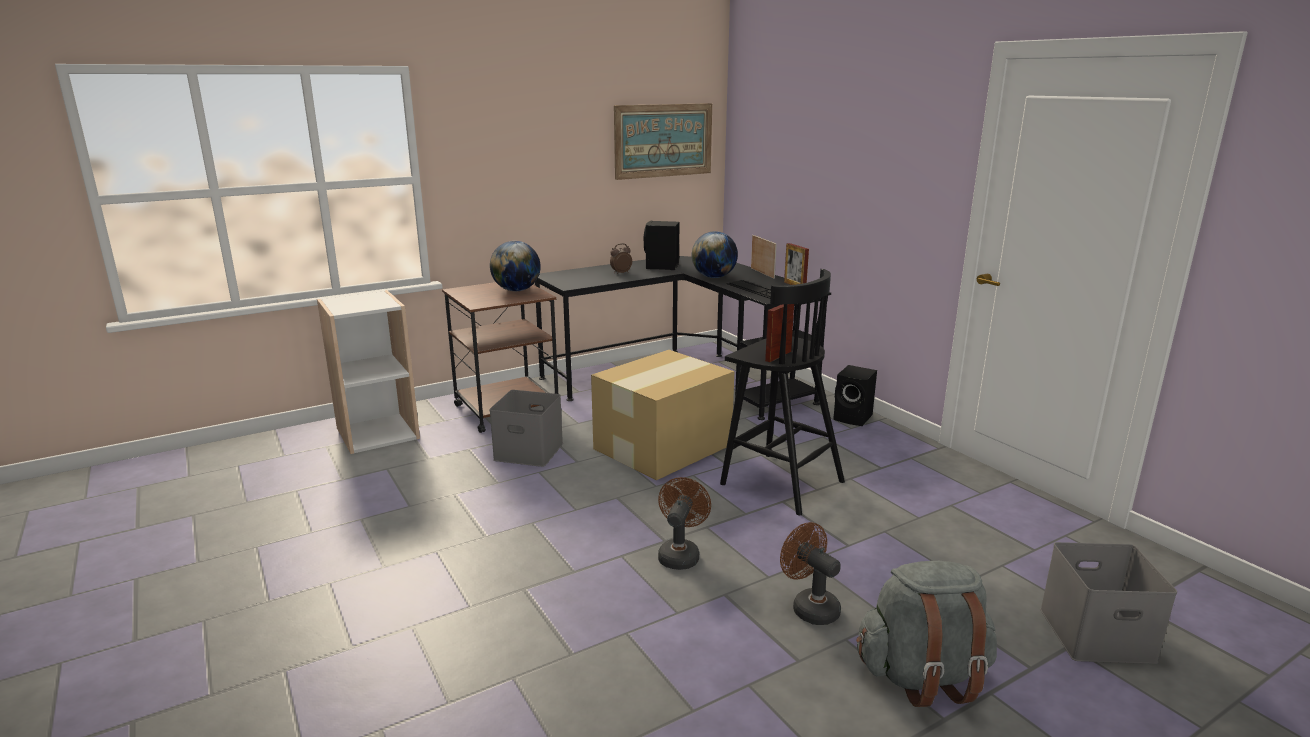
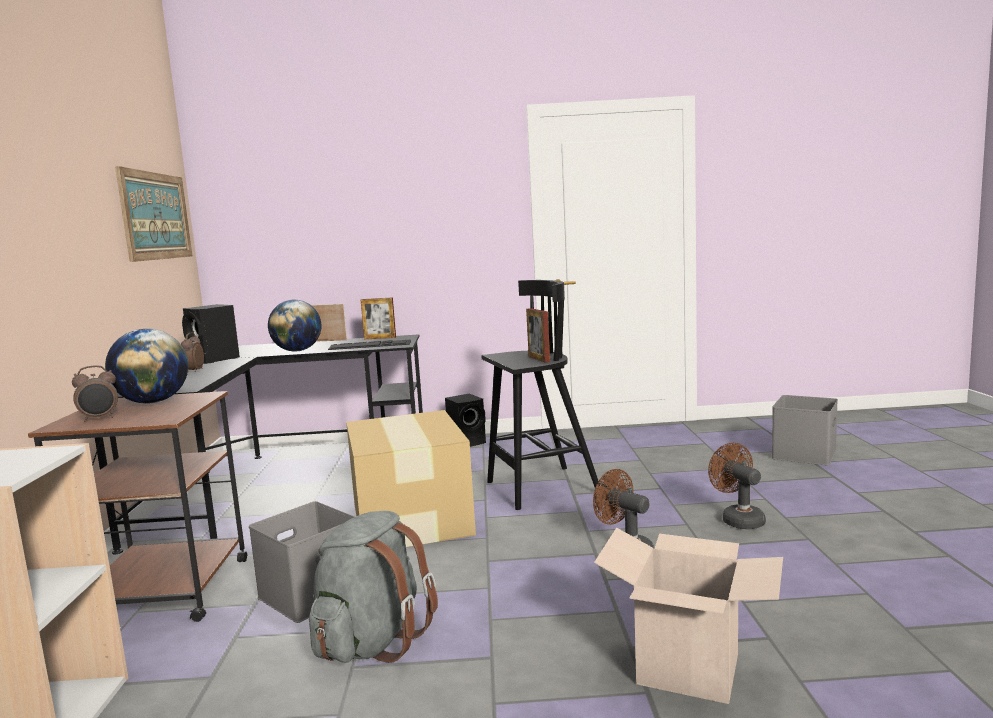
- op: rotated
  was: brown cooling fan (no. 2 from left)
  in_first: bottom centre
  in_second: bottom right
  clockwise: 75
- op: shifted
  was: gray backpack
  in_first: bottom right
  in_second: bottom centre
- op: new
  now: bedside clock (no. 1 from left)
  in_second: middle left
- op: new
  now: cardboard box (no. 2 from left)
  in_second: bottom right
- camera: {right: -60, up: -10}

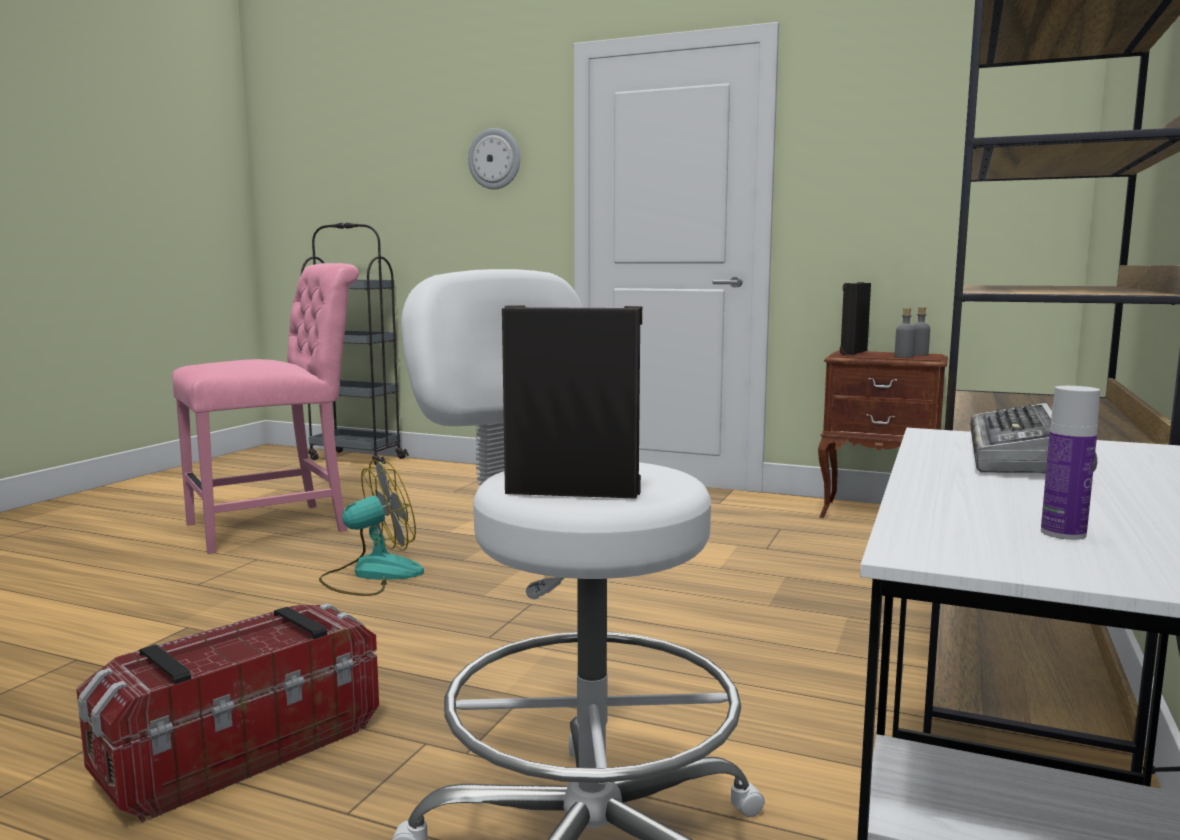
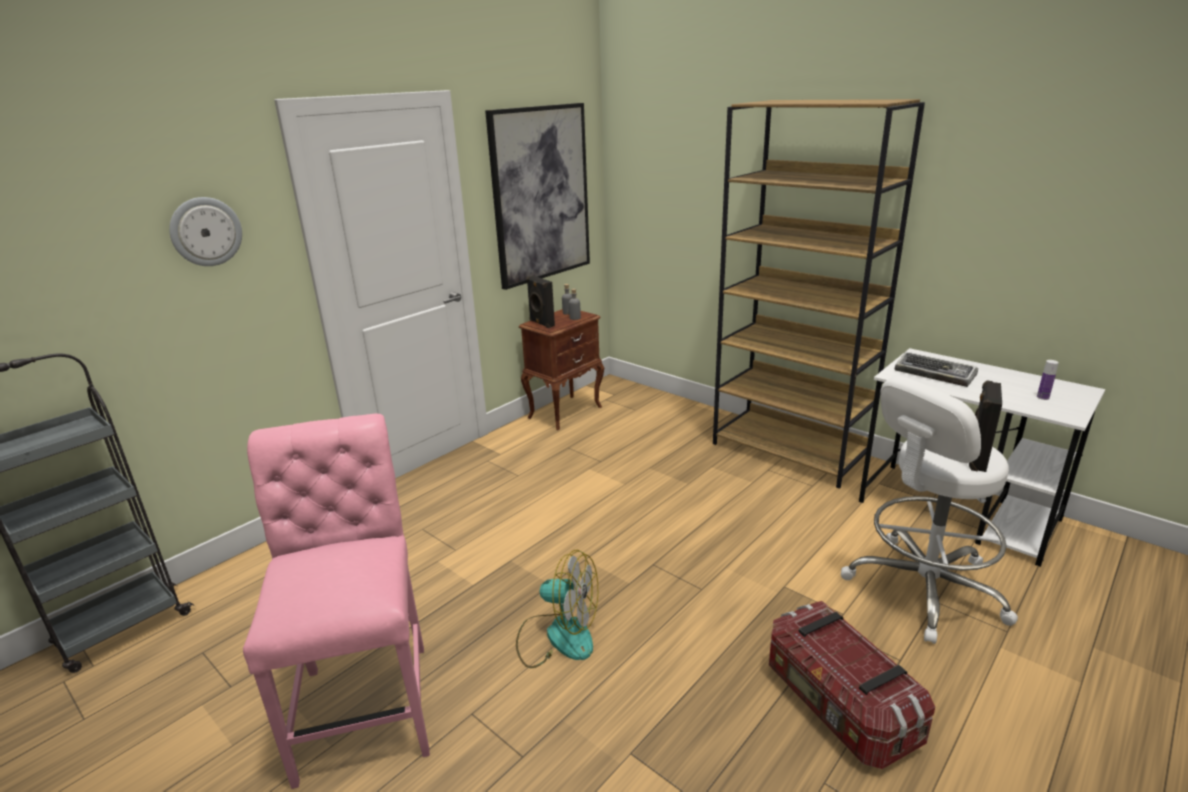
- op: rotated
  was: cooling fan
  in_first: middle left
  in_second: bottom centre
  clockwise: 120
- op: new
  now: wall picture
  in_second: top centre
- camera: {right: -70, up: 15}

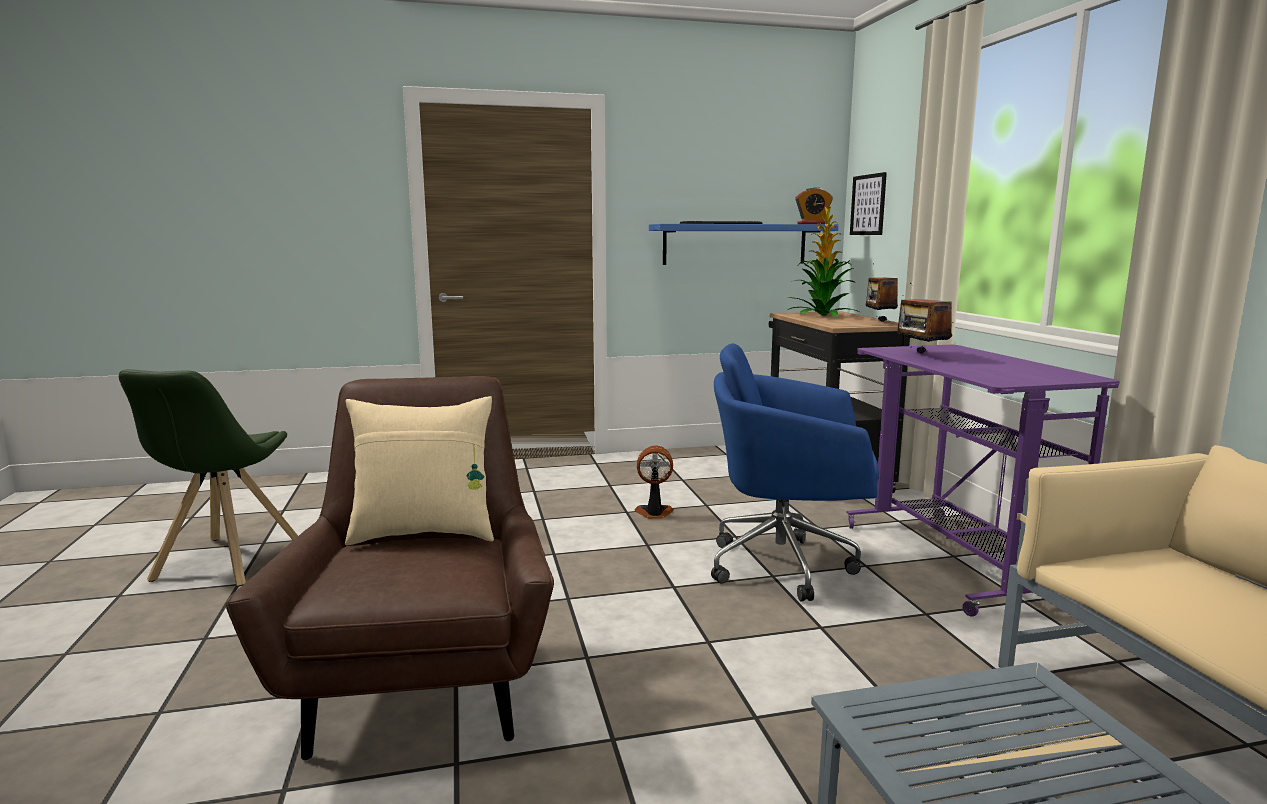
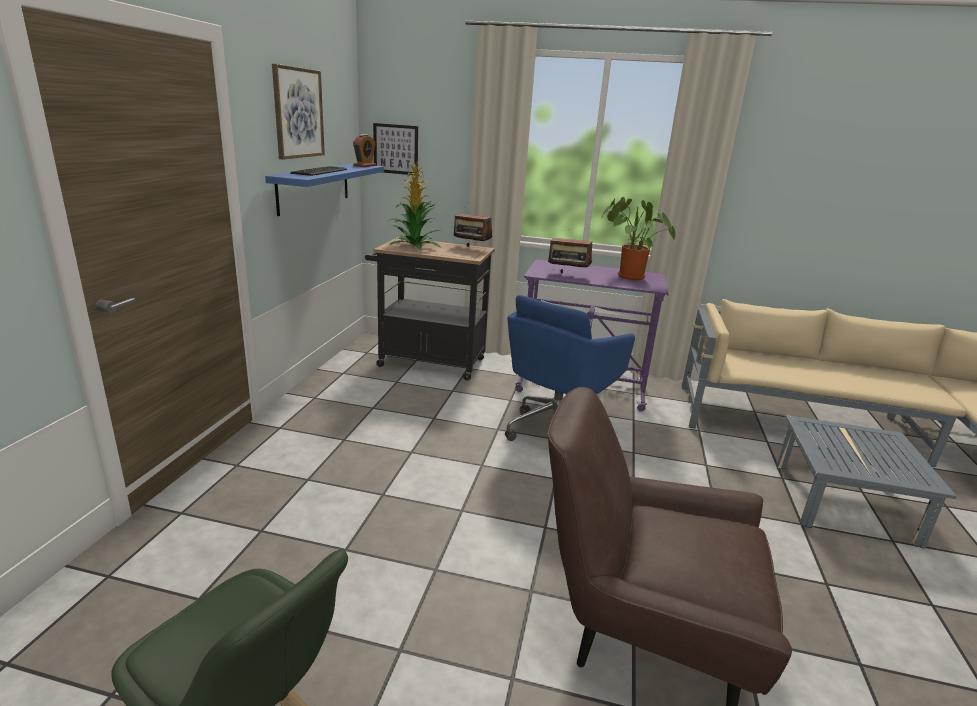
- op: gone
  was: beige-coloured cushion
  in_first: middle left
- op: gone
  was: cooling fan
  in_first: centre
- op: new
  now: wall picture (no. 1 from left)
  in_second: top left
- op: new
  now: houseplant (no. 2 from left)
  in_second: centre
- camera: {right: -65, up: 10}

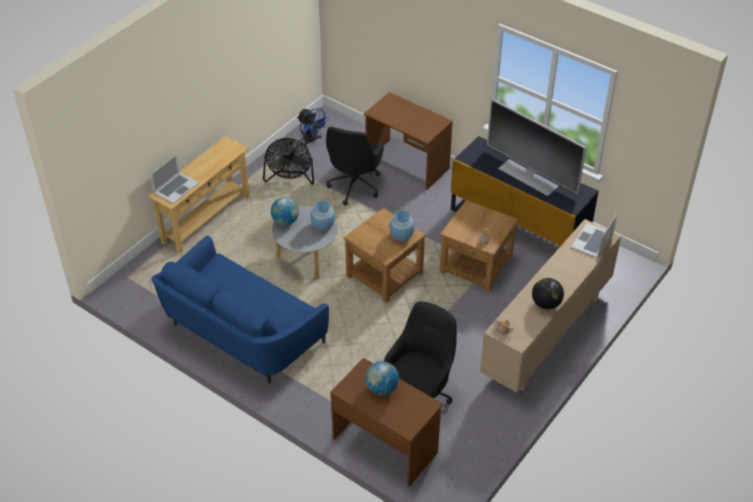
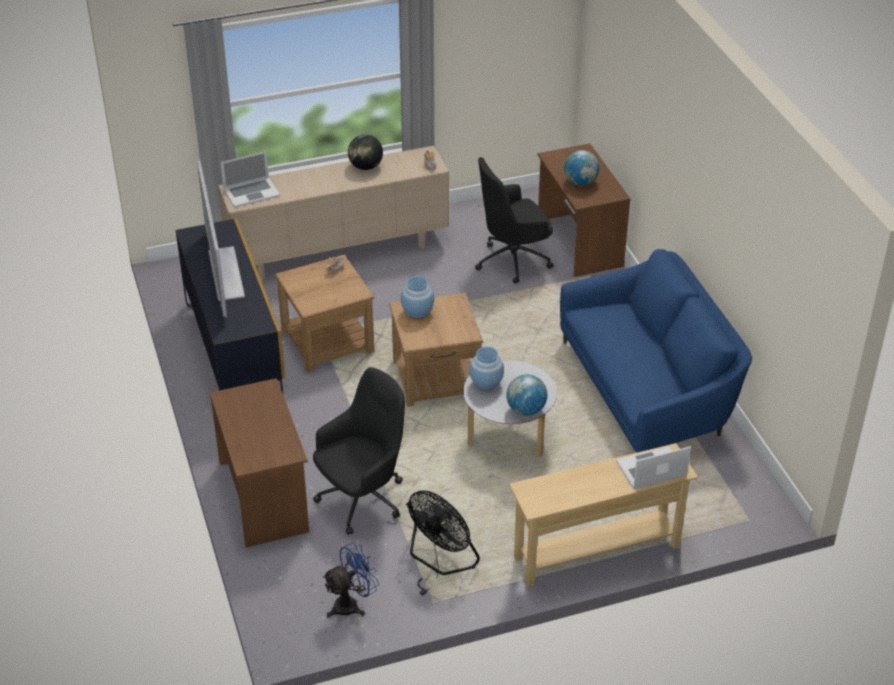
- op: rotated
  was: blue cooling fan
  in_first: top centre
  in_second: bottom centre
  clockwise: 60
- camera: {right: -145, up: -5}

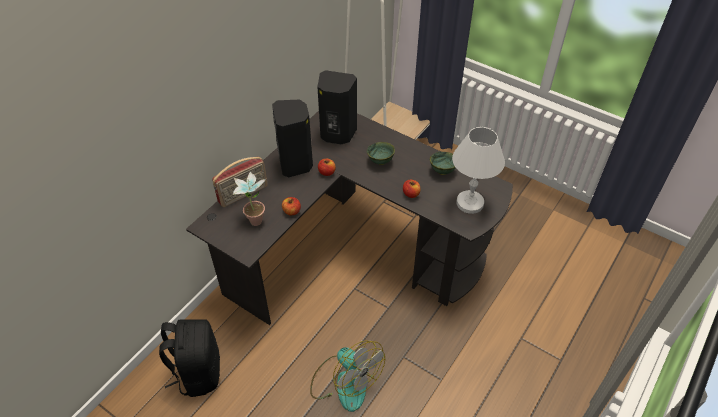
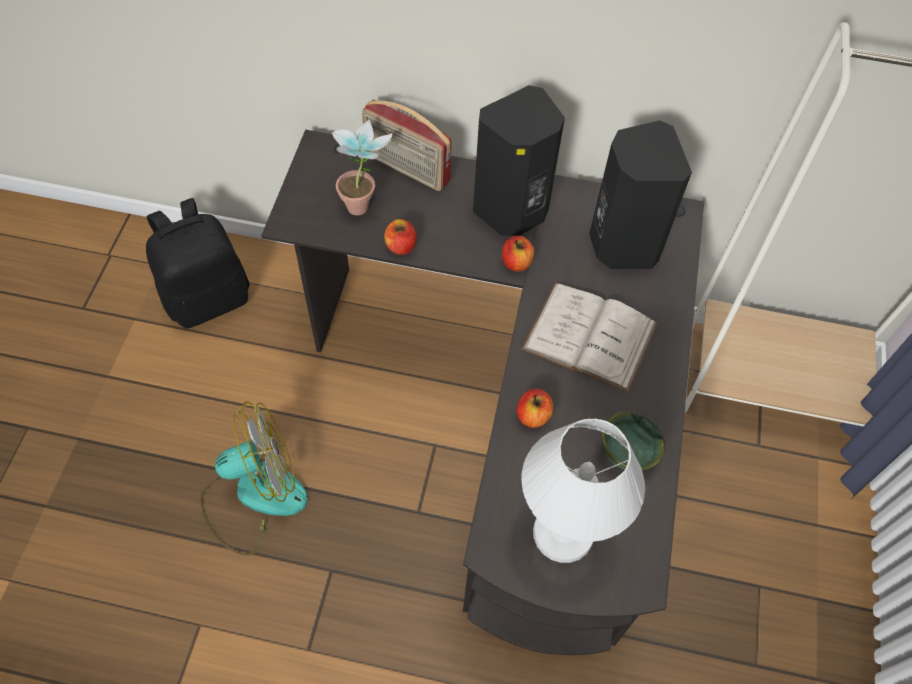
- op: swapped
  was: greenish bowl (no. 1 from left)
  now: white bound book
  in_first: centre
  in_second: centre
- op: rotated
  was: cooling fan
  in_first: bottom centre
  in_second: bottom left
  clockwise: -135
- camera: {right: 65, up: 10}

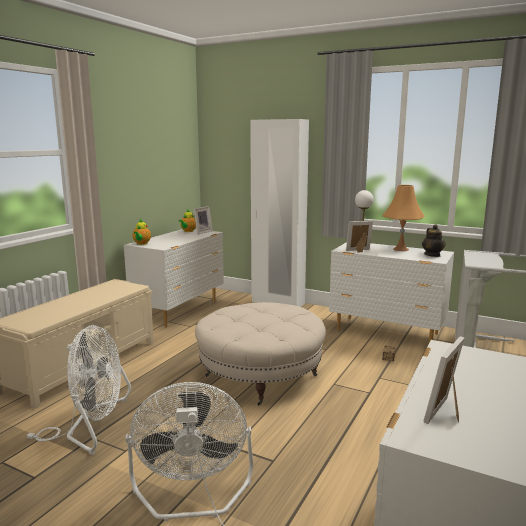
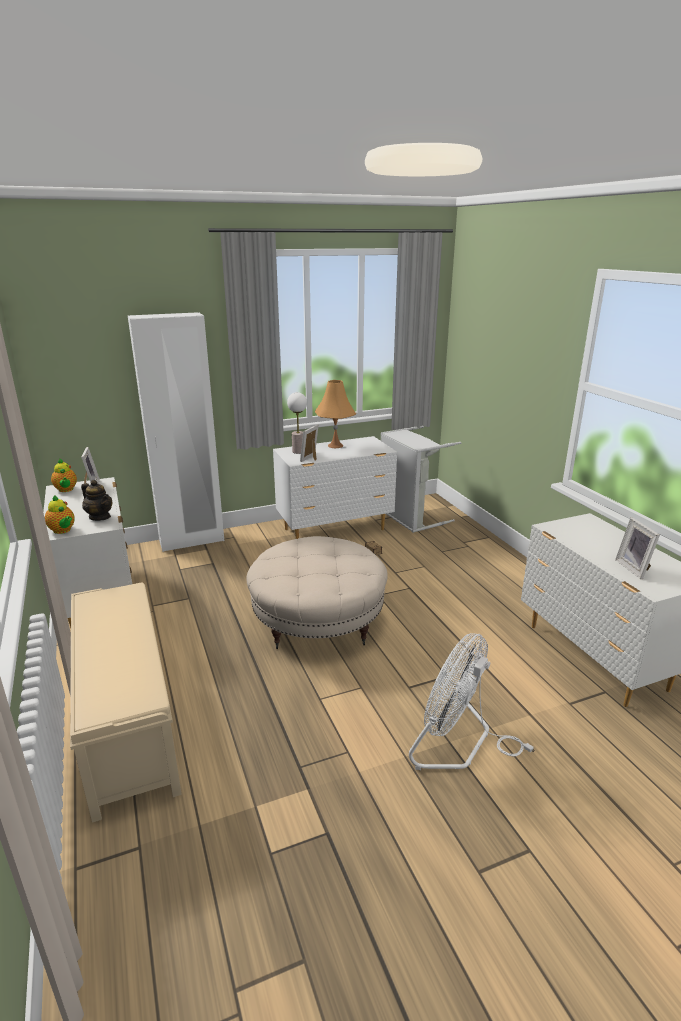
- op: shifted
  was: pot for tea (no. 3 from left)
  in_first: middle right
  in_second: middle left
- op: gone
  was: white cooling fan (no. 1 from left)
  in_first: bottom left
- camera: {right: -50, up: 10}

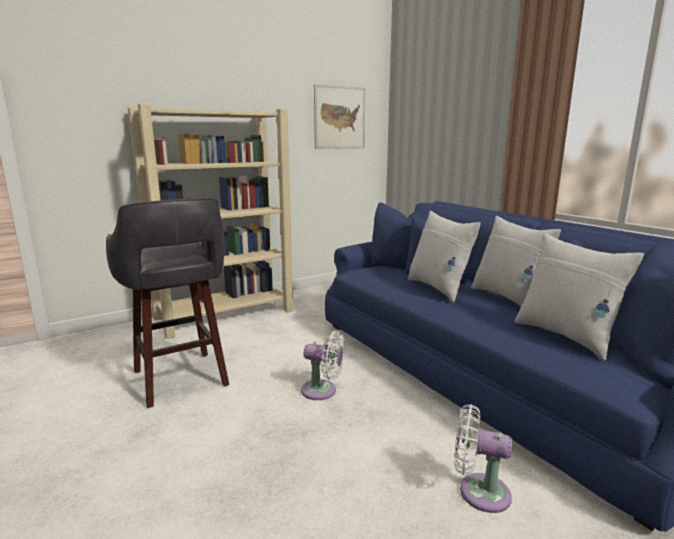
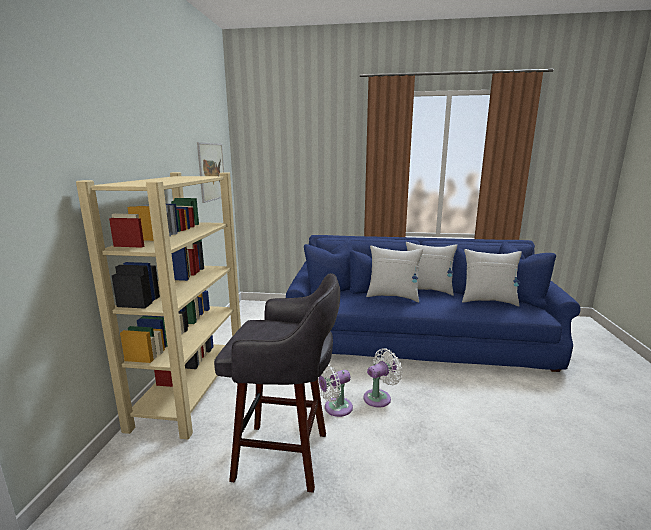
- op: shifted
  was: white cooling fan (no. 2 from left in the first image)
  now: white cooling fan (no. 1 from left)
  in_first: bottom right
  in_second: bottom centre
- camera: {right: -50, up: 0}

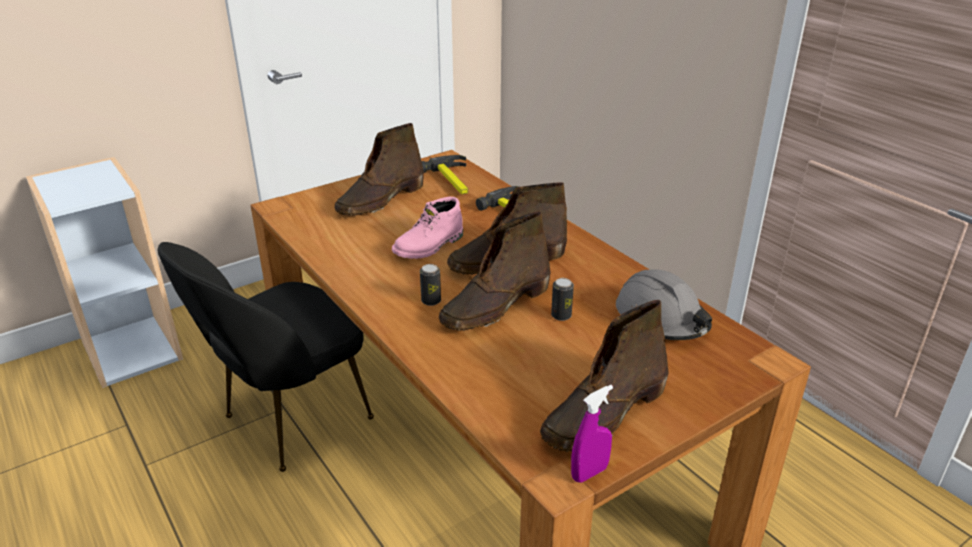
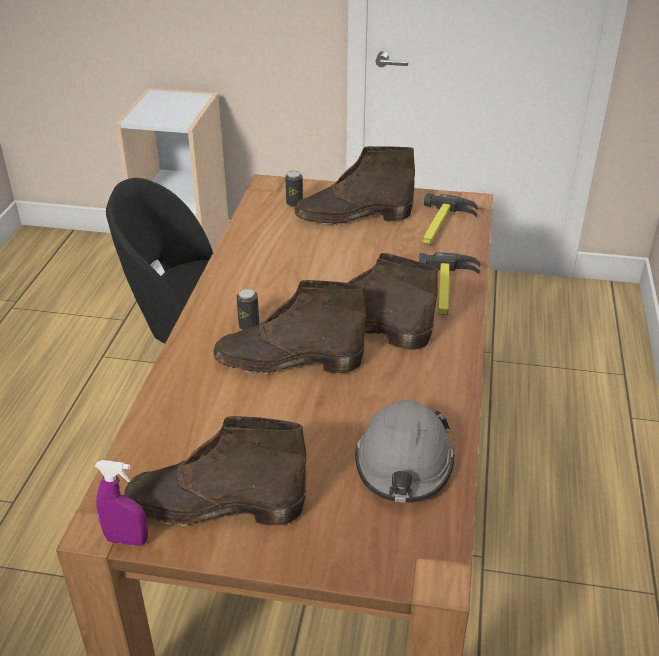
- op: gone
  was: pinkish high-top boot
  in_first: centre
- op: shifted
  was: metal can (no. 2 from left)
  in_first: centre
  in_second: top centre
- camera: {right: 45, up: 5}

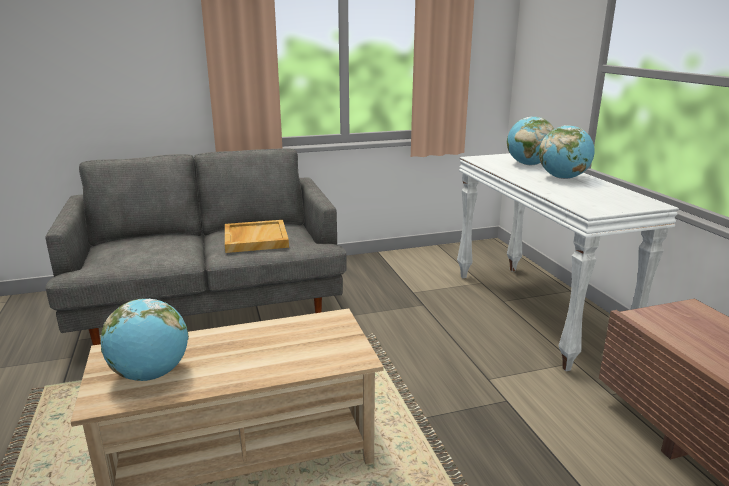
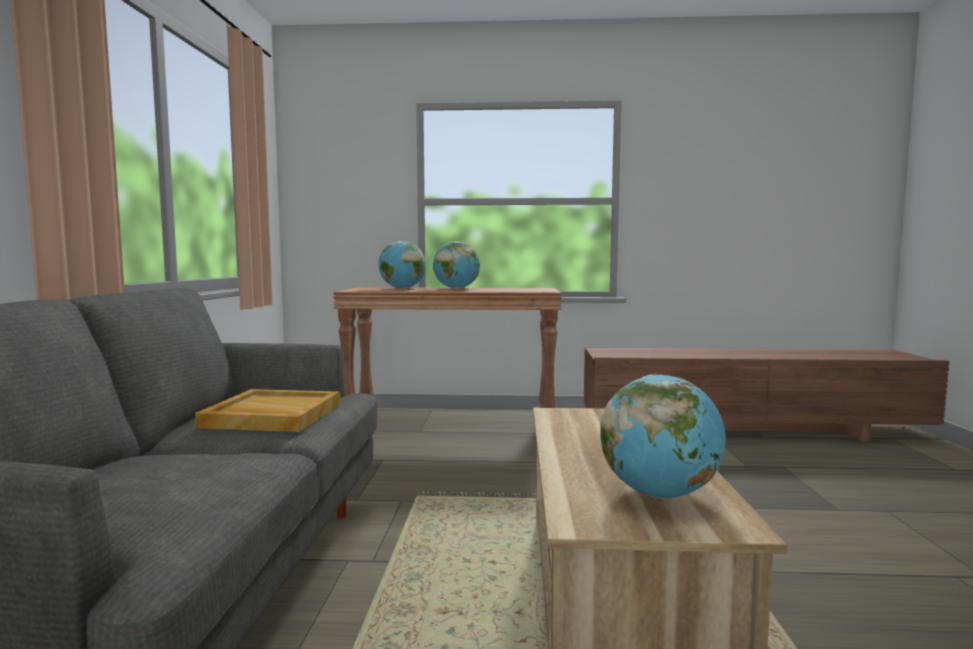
- op: repainted
  was: white console table
  now: brown console table
  in_first: middle right
  in_second: centre
- camera: {right: -70, up: -15}

